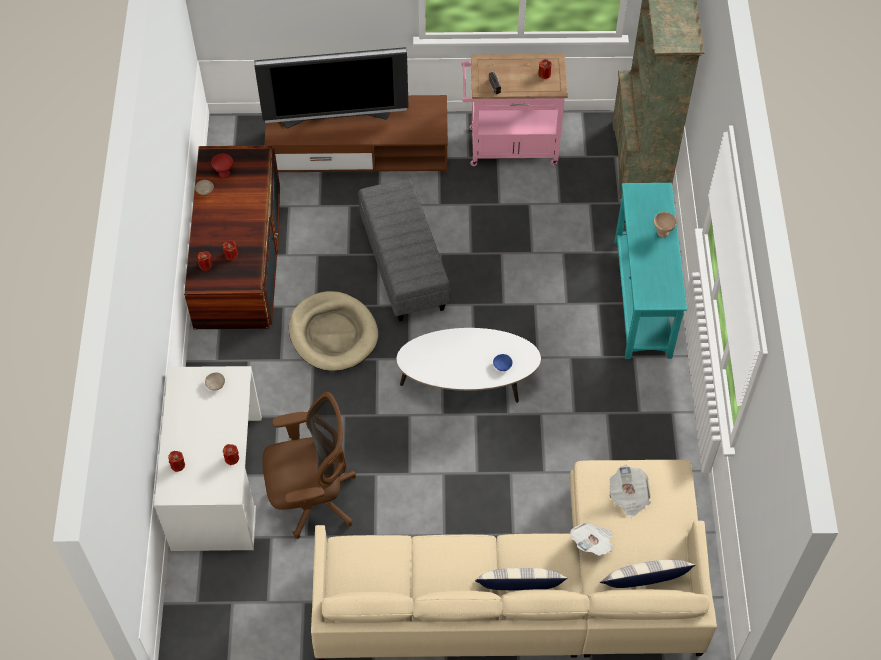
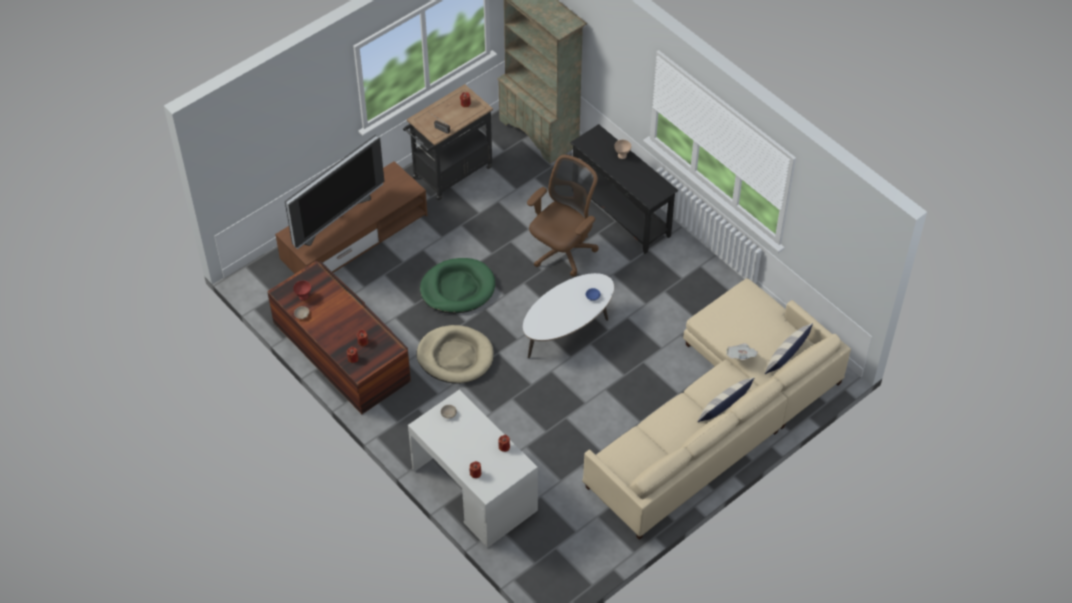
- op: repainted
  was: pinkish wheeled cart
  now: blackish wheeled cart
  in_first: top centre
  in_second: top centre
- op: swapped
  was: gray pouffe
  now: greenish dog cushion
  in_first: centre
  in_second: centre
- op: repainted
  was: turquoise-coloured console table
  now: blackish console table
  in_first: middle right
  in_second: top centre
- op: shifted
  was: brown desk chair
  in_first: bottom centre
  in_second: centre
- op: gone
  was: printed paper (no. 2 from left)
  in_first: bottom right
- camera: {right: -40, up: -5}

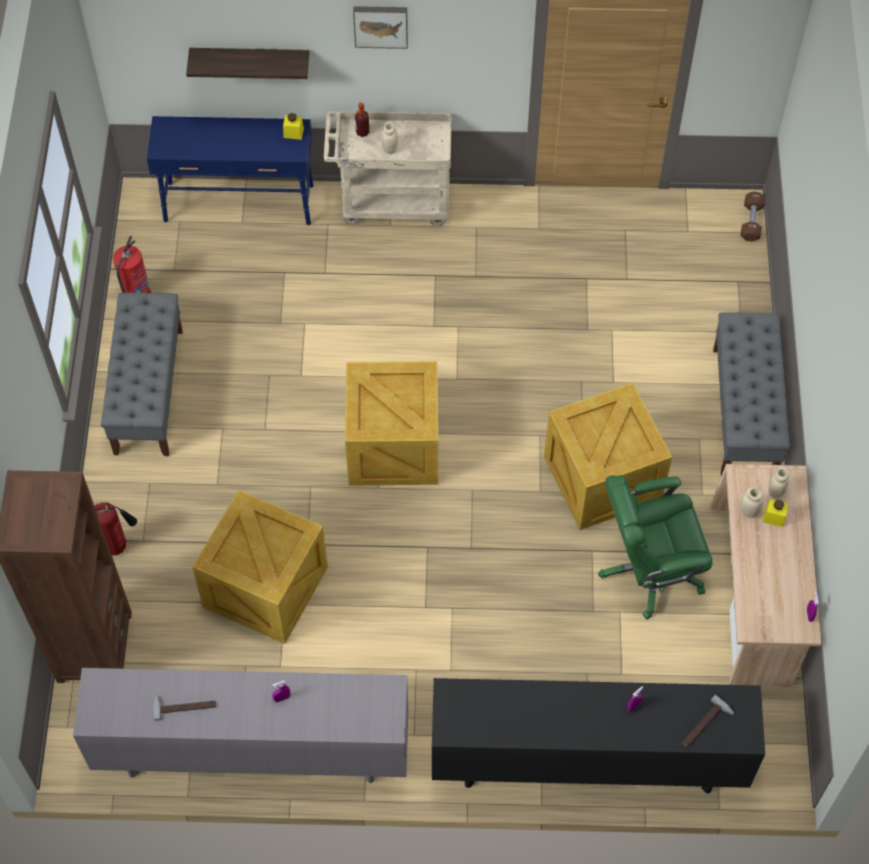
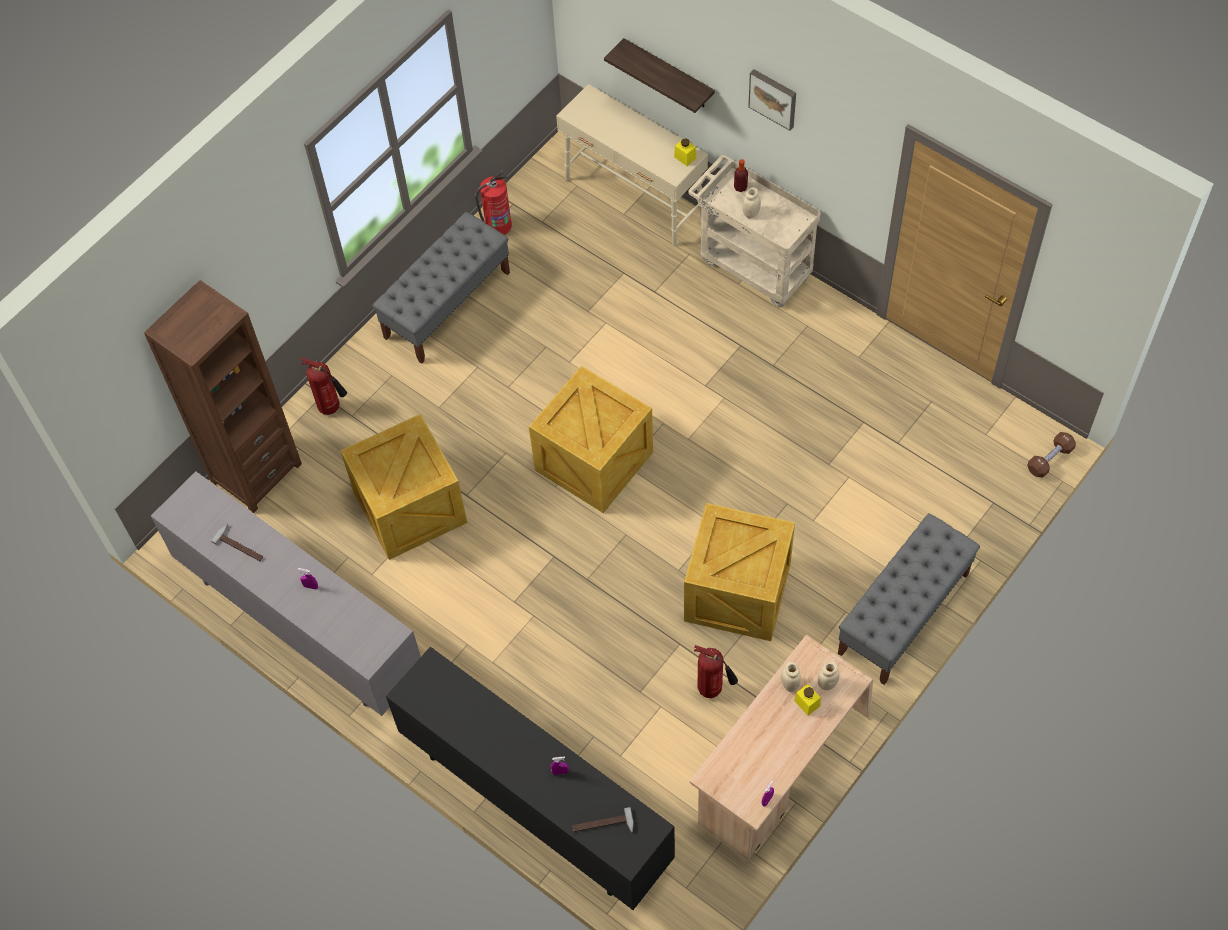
- op: repainted
  was: blue console table
  now: beige-coloured console table
  in_first: top left
  in_second: top centre
- op: swapped
  was: greenish desk chair
  now: fire-fighting cylinder (no. 3 from left)
  in_first: middle right
  in_second: bottom centre
- camera: {right: 40, up: 0}

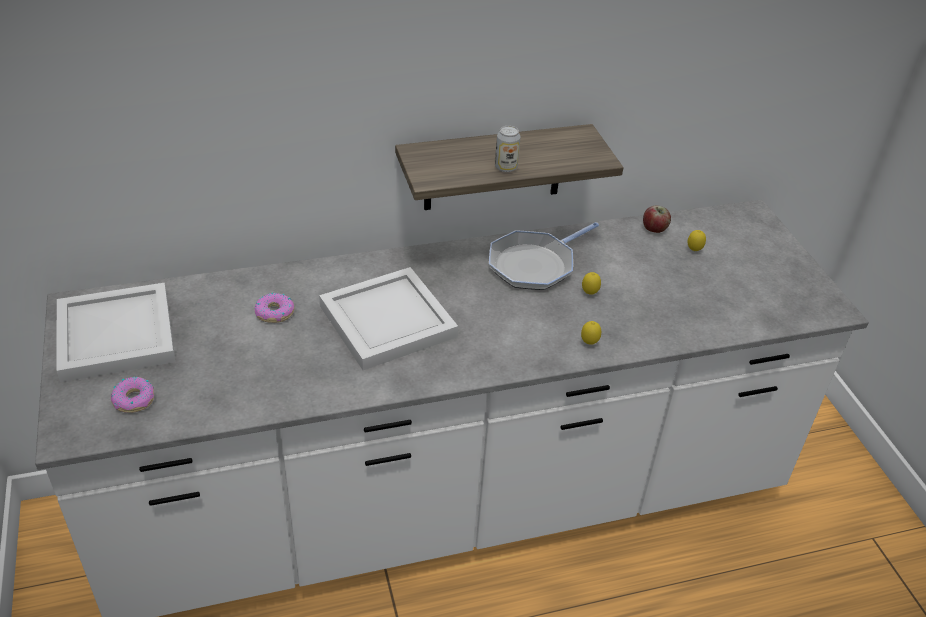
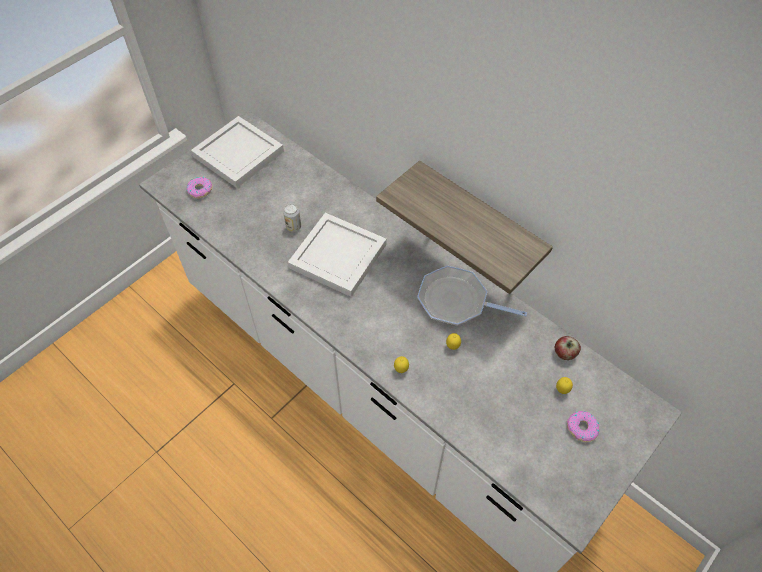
- op: shifted
  was: metal can
  in_first: top centre
  in_second: centre
- op: shifted
  was: doughnut (no. 2 from left)
  in_first: middle left
  in_second: bottom right
- camera: {right: 60, up: 15}

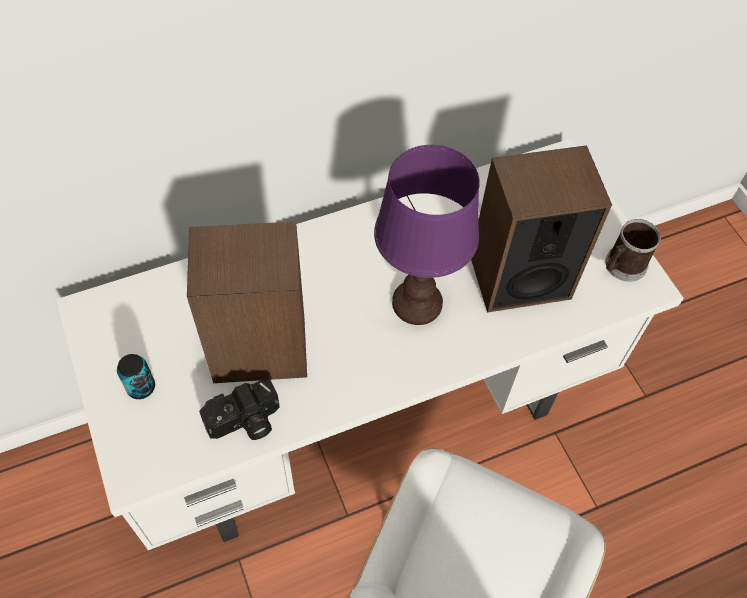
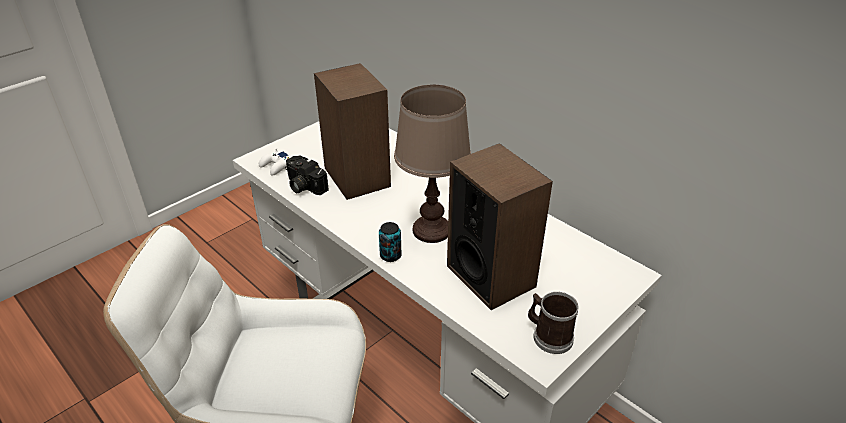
- op: repainted
  was: purplish tabletop lamp
  now: brown tabletop lamp
  in_first: centre
  in_second: centre
- op: shifted
  was: metal can
  in_first: middle left
  in_second: centre
- op: new
  now: white joypad
  in_second: middle left
- camera: {right: 70, up: -20}

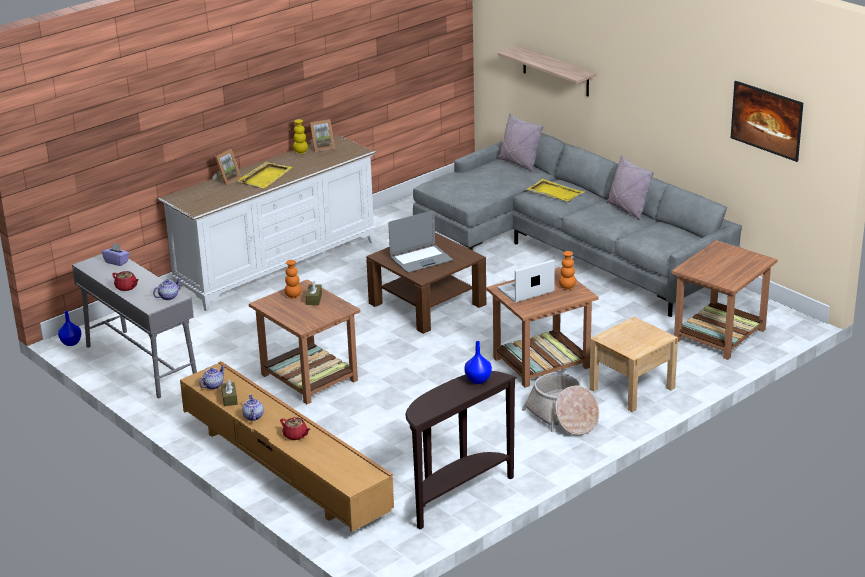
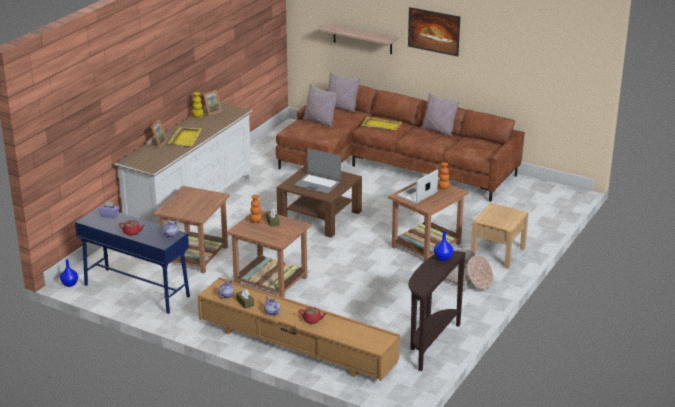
- op: shifted
  was: wall picture
  in_first: top right
  in_second: top centre
- op: repainted
  was: gray couch
  now: brown couch
  in_first: middle right
  in_second: centre
- op: rotated
  was: laptop (no. 1 from left)
  in_first: centre
  in_second: centre
  clockwise: 75
- op: shifted
  was: brown end table (no. 3 from left in the first image)
  now: brown end table (no. 1 from left)
  in_first: middle right
  in_second: middle left
- op: repainted
  was: gray console table
  now: blue console table
  in_first: middle left
  in_second: middle left
- op: new
  now: purplish cushion (no. 1 from left)
  in_second: top centre
- camera: {right: -20, up: 0}

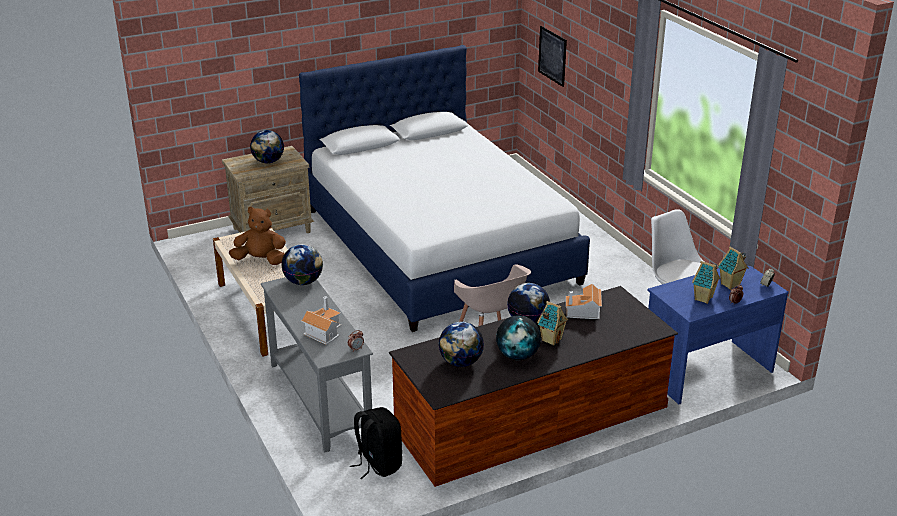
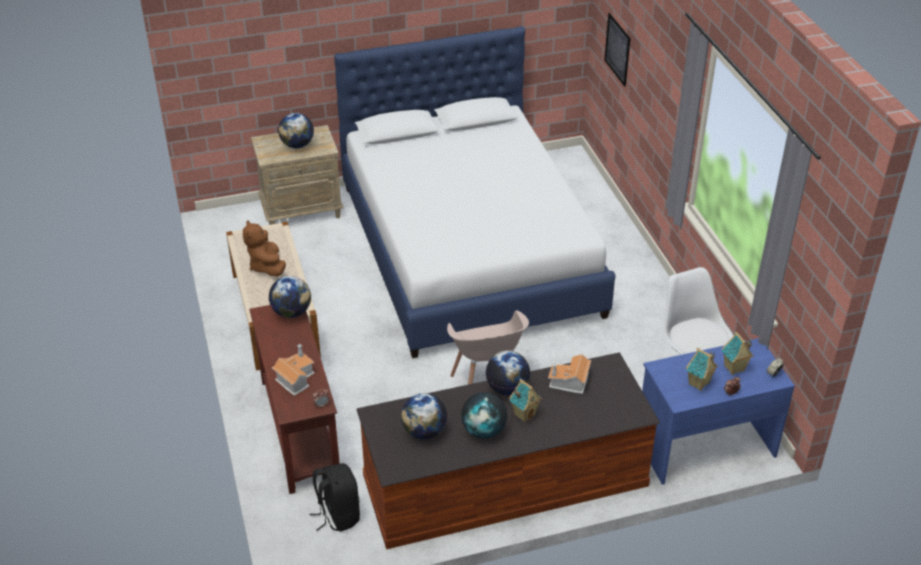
- op: rotated
  was: brown plush toy
  in_first: middle left
  in_second: middle left
  clockwise: -120
- op: repainted
  was: gray console table
  now: brown console table
  in_first: bottom centre
  in_second: bottom left
- camera: {right: 10, up: 10}

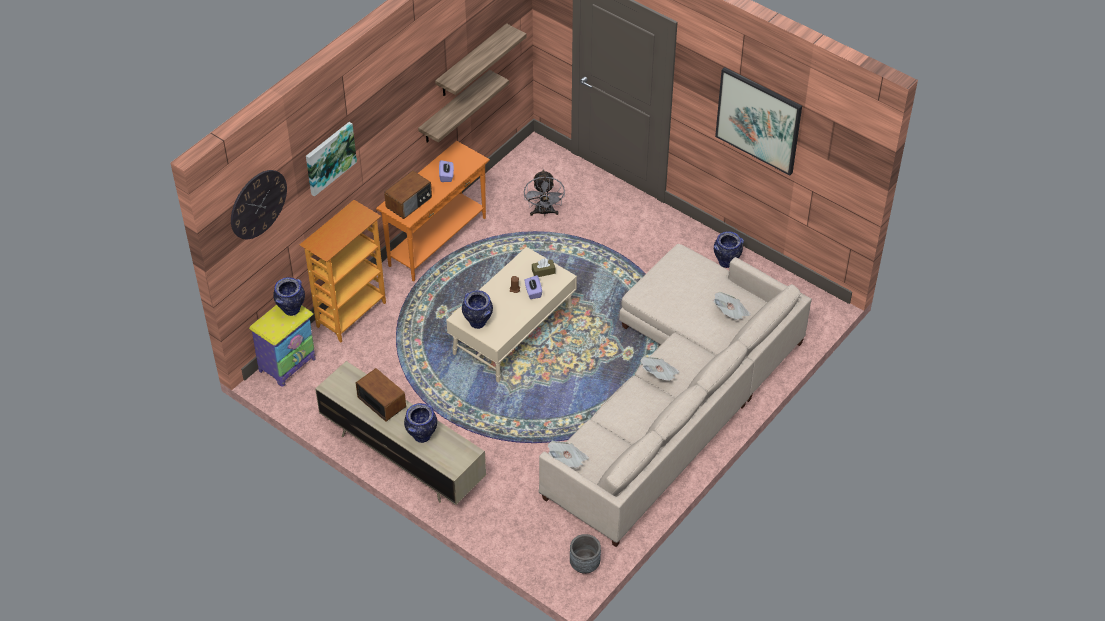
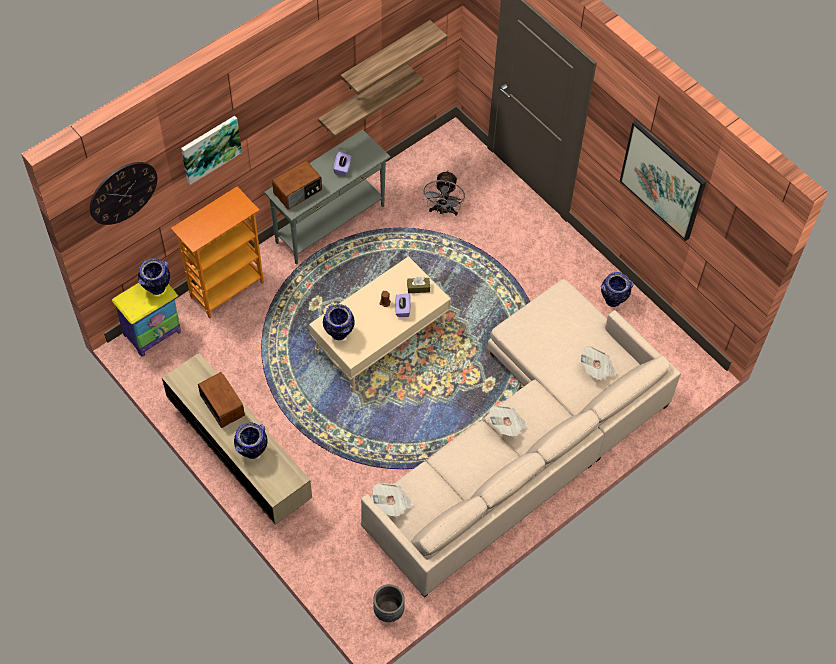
- op: repainted
  was: orange console table
  now: gray console table
  in_first: centre
  in_second: top centre
- camera: {right: 10, up: 10}

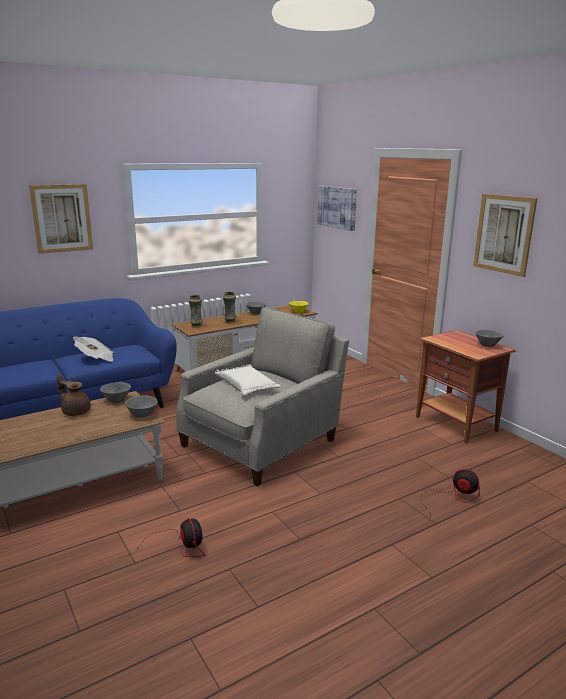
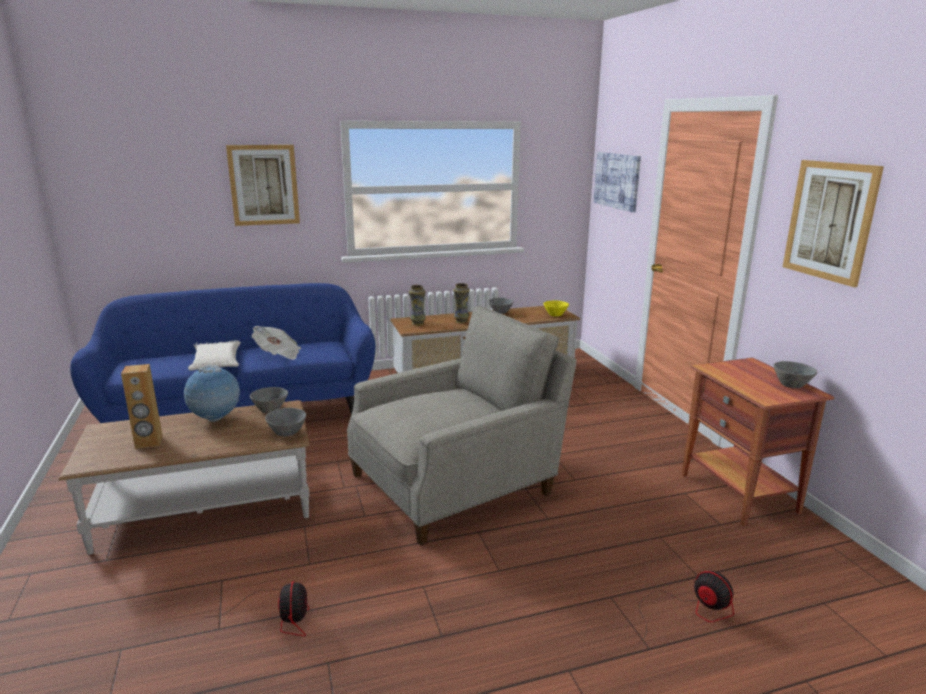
- op: shifted
  was: white cushion
  in_first: centre
  in_second: middle left
- op: swapped
  was: brown pot for tea
  now: world globe
  in_first: middle left
  in_second: middle left
- op: new
  now: brown speaker
  in_second: middle left
- camera: {right: 15, up: 0}

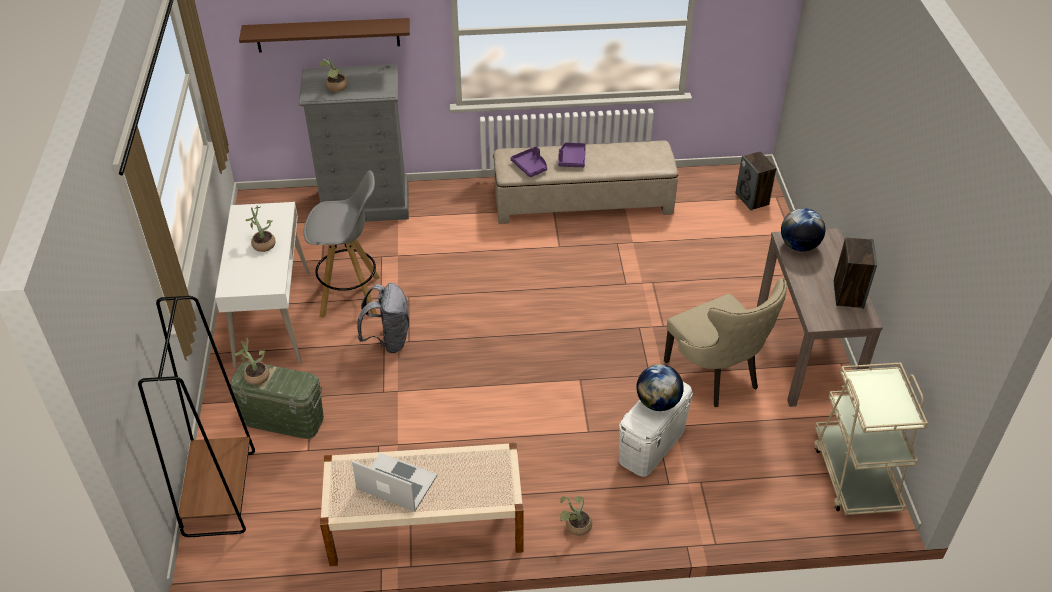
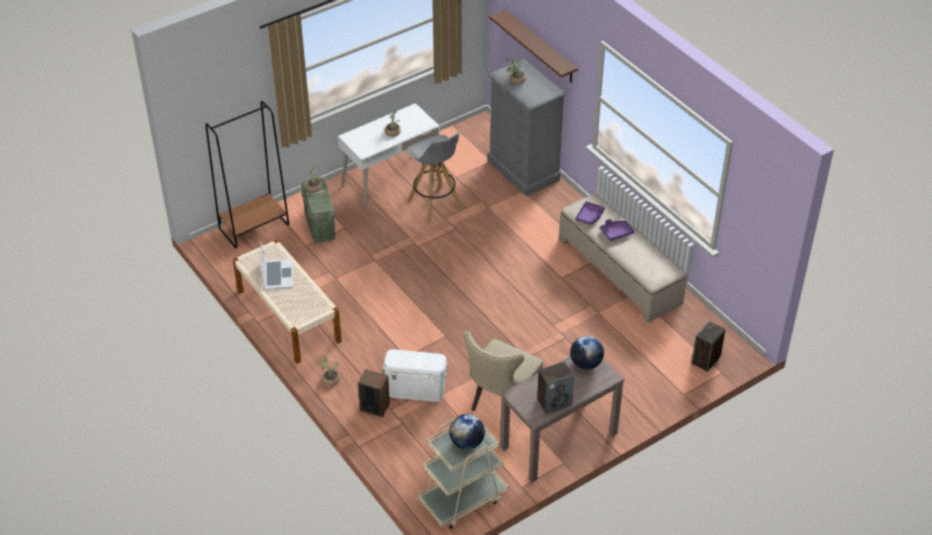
- op: gone
  was: gray backpack
  in_first: centre
- op: shifted
  was: world globe (no. 1 from left)
  in_first: centre
  in_second: bottom centre
- op: new
  now: speaker (no. 1 from left)
  in_second: bottom centre
- camera: {right: 60, up: 0}

